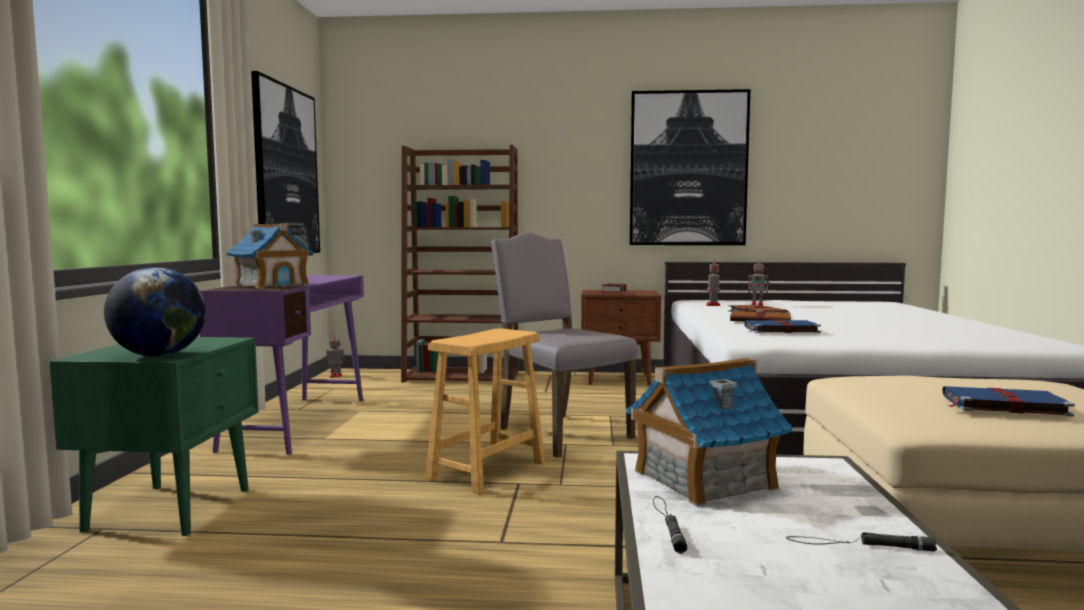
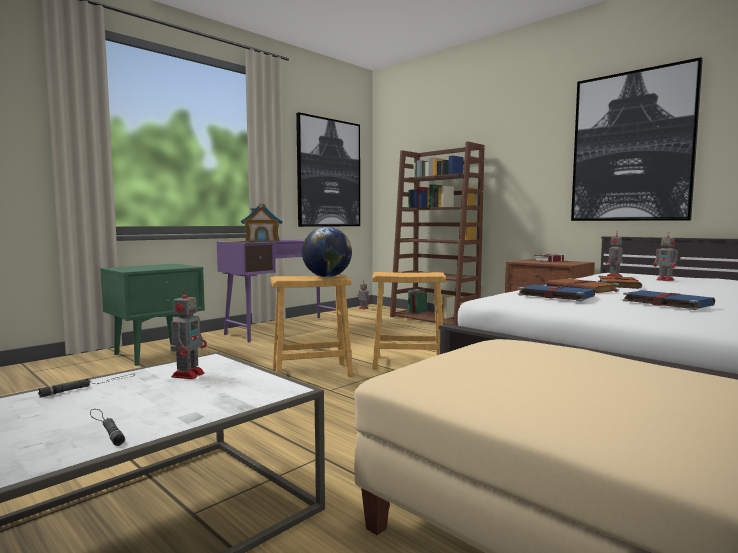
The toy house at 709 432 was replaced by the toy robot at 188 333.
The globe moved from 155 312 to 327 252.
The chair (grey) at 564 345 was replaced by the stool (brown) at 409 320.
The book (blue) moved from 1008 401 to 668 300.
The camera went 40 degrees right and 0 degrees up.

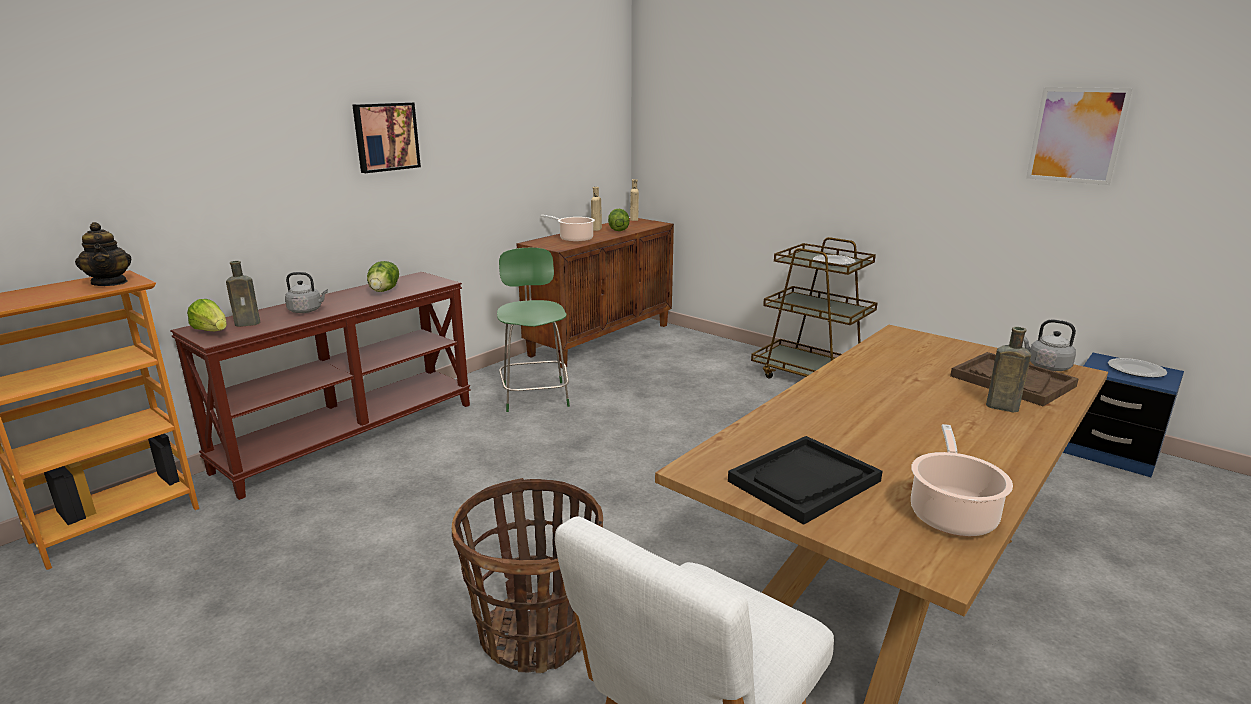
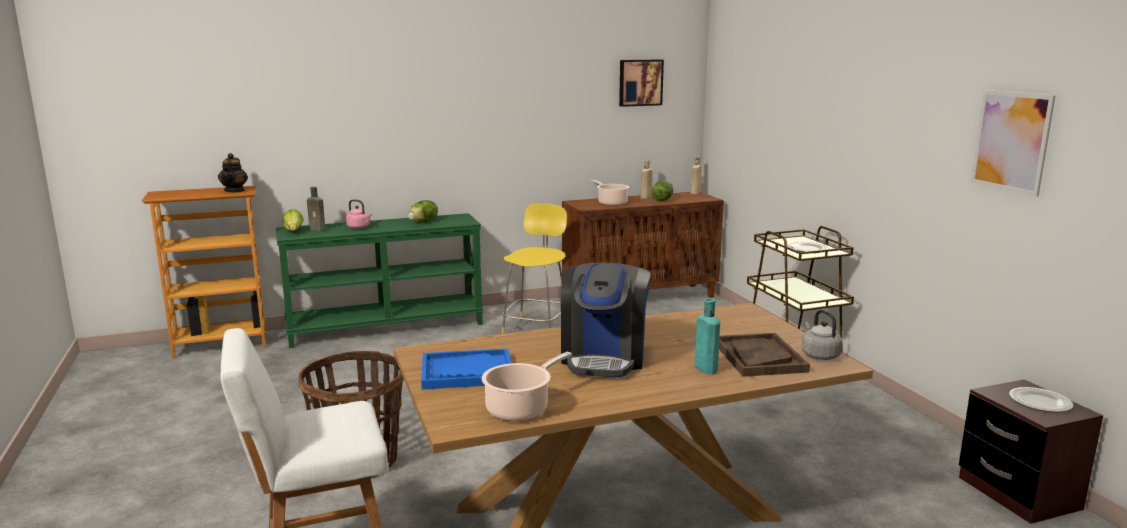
The console table (brown) at 320 386 became the console table (green) at 380 280.
The kettle (grey) at 306 292 became the kettle (pink) at 359 214.
The tray (black) at 805 480 became the tray (blue) at 466 369.
The chair (green) at 533 330 became the chair (yellow) at 534 268.
The coffee machine at 605 320 appeared.
The picture moved from 386 137 to 641 83.
The bottle (brown) at 1008 369 became the bottle (turquoise) at 707 336.
The nightstand (blue) at 1123 415 became the nightstand (brown) at 1031 451.
The camera went 30 degrees right and 5 degrees down.

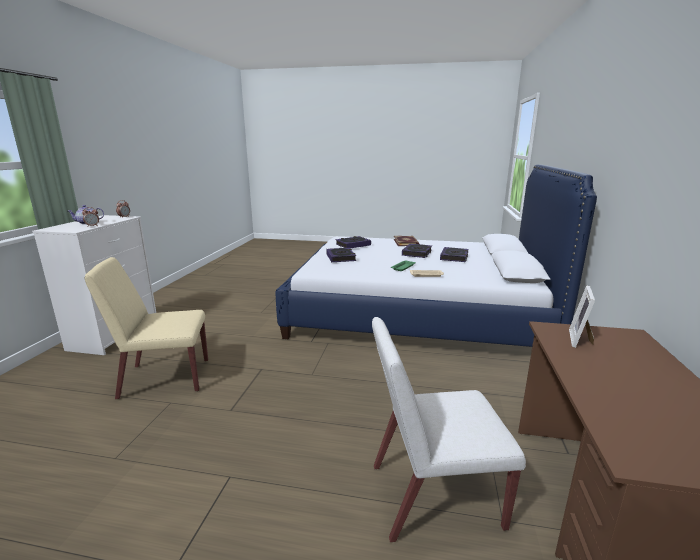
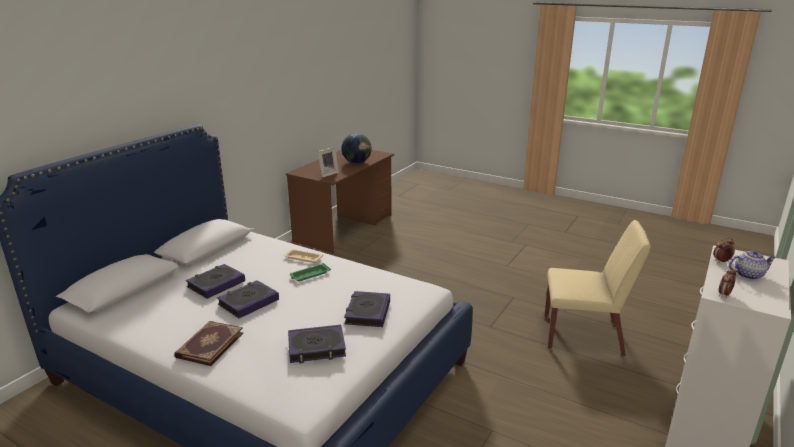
The globe at 357 148 appeared.
The chair (white) at 449 429 disappeared.
The camera went 160 degrees left and 5 degrees up.

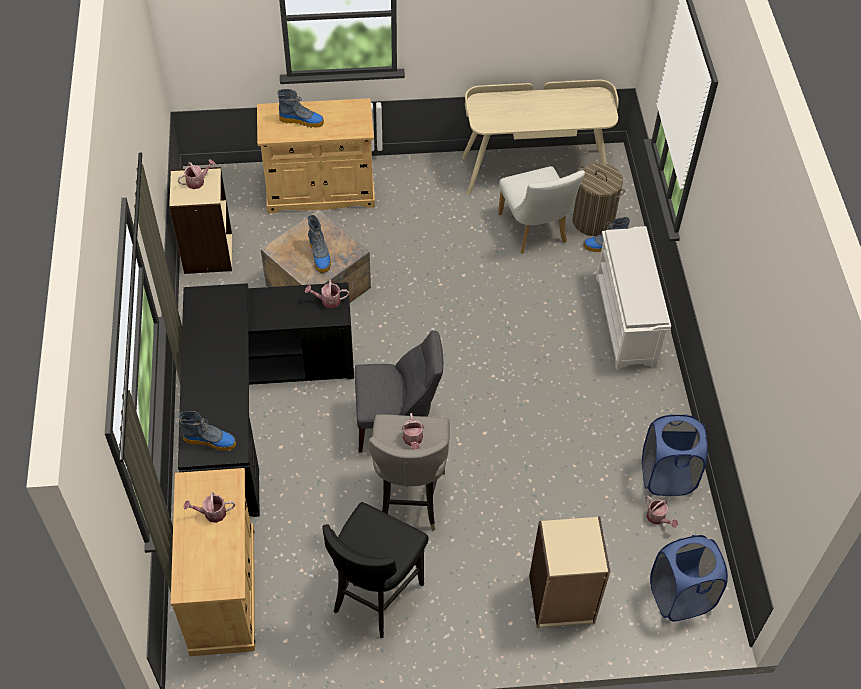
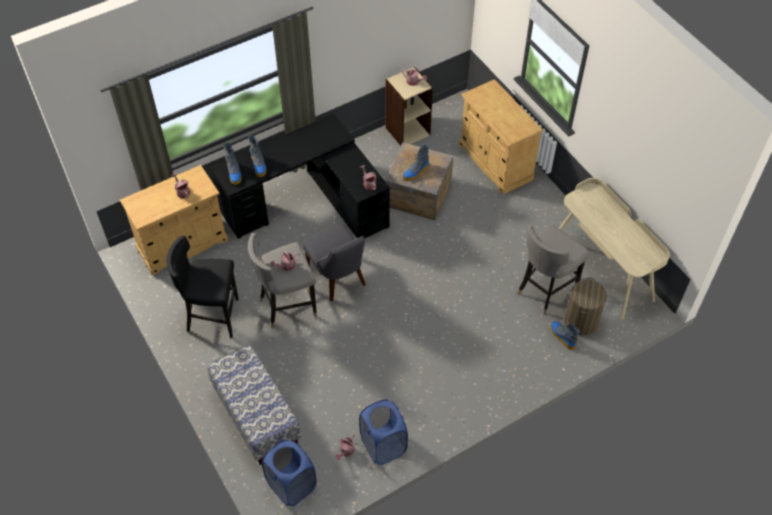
The bookcase (beige) at 569 572 was replaced by the bench at 254 404.
The boot moved from 300 108 to 257 156.
The chair (white) at 541 210 was replaced by the stool (grey) at 553 269.
The shoe rack (white) at 633 298 disappeared.
The camera went 65 degrees right and 0 degrees up.

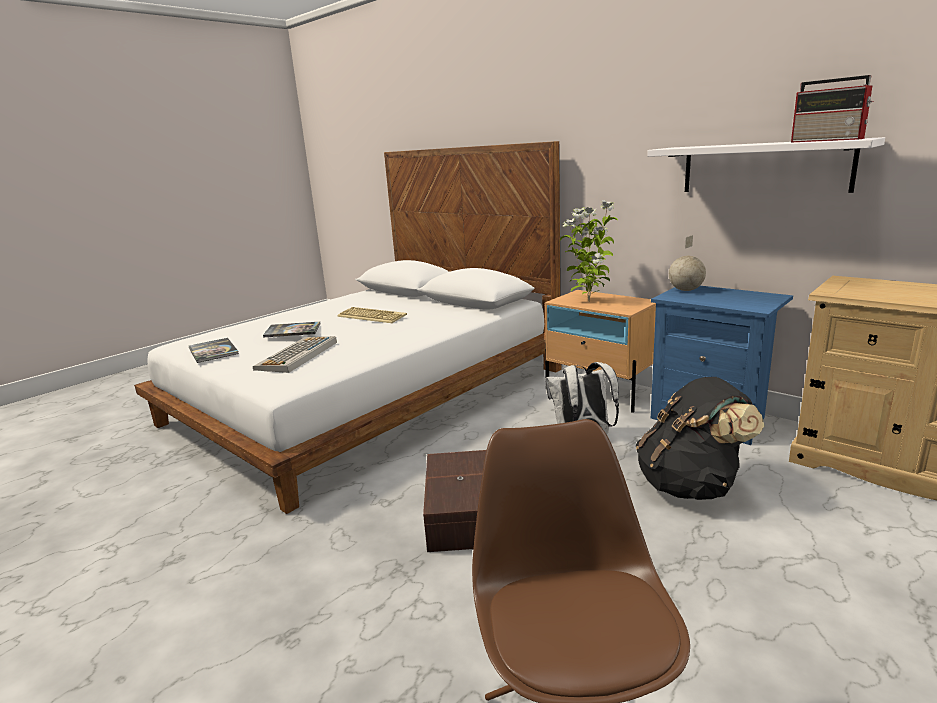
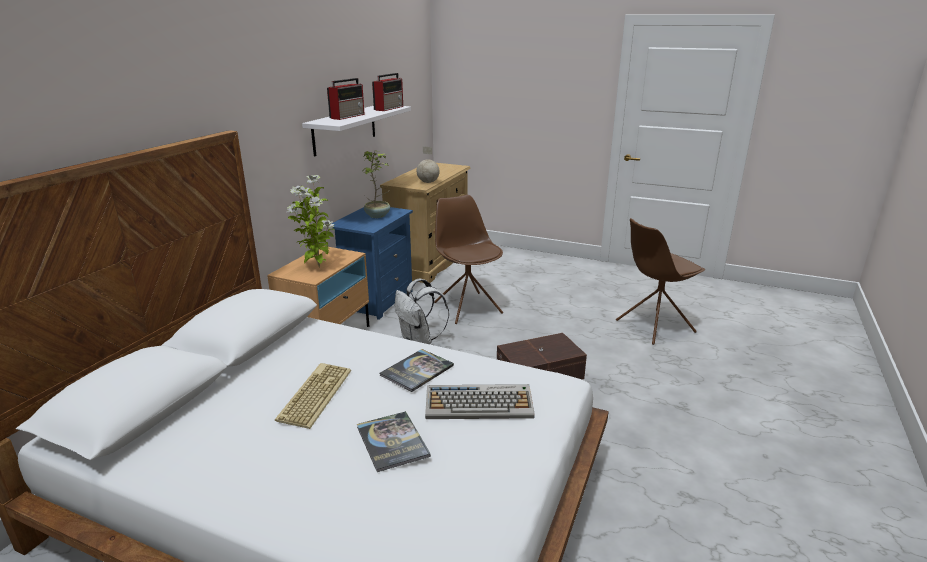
The radio at 346 99 appeared.
The potted plant at 376 184 appeared.
The book moved from 214 350 to 417 370.
The globe moved from 687 263 to 428 164.
The backpack (black) at 700 438 was replaced by the chair (brown) at 468 259.
The camera went 110 degrees left and 5 degrees up.

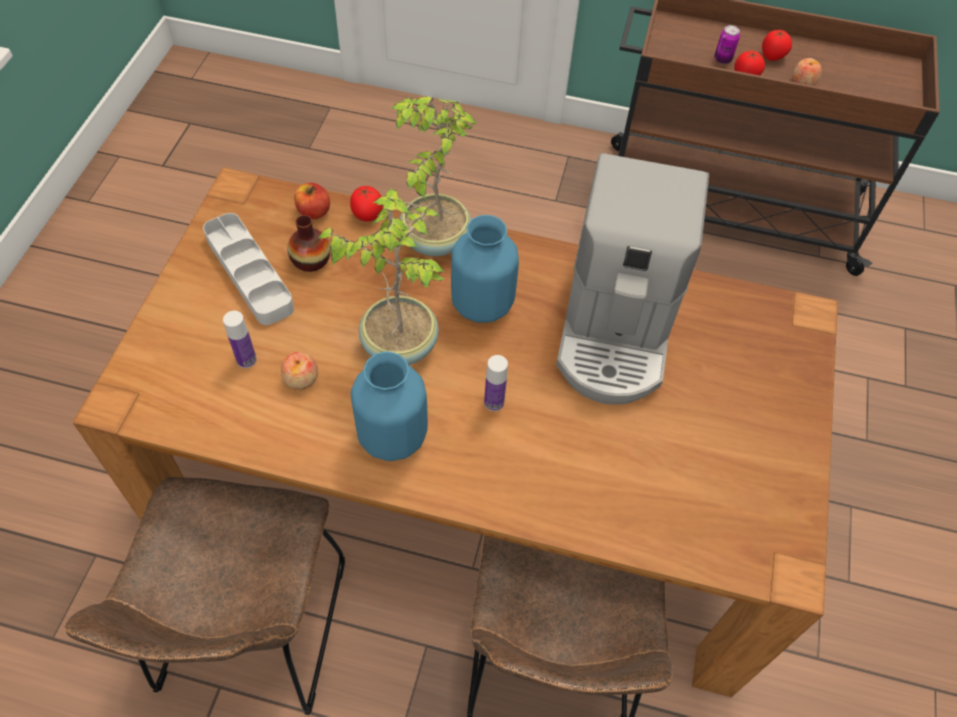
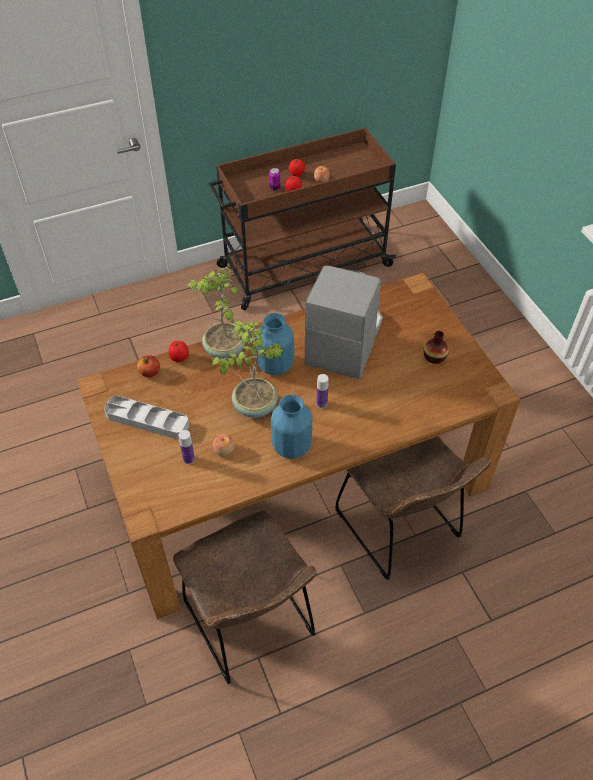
The coffee machine at 632 278 turned 135 degrees counterclockwise.
The vase moved from 308 243 to 436 347.
The camera went 35 degrees left and 5 degrees down.

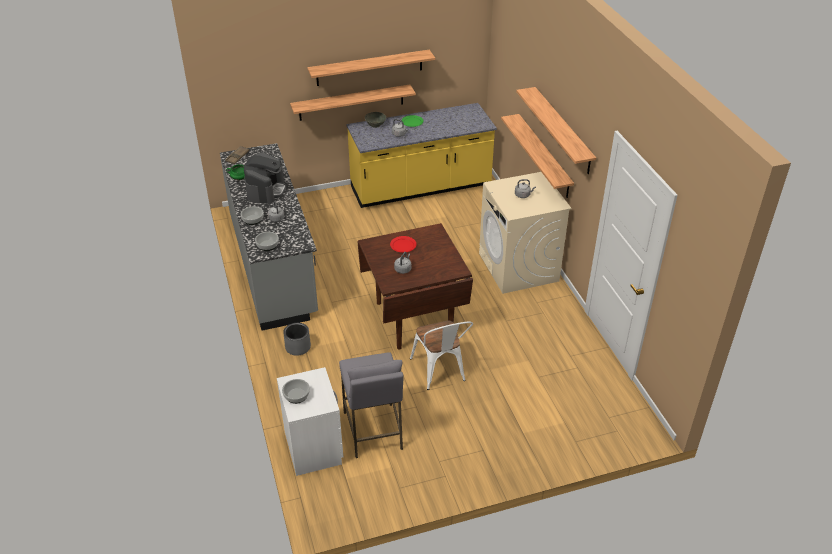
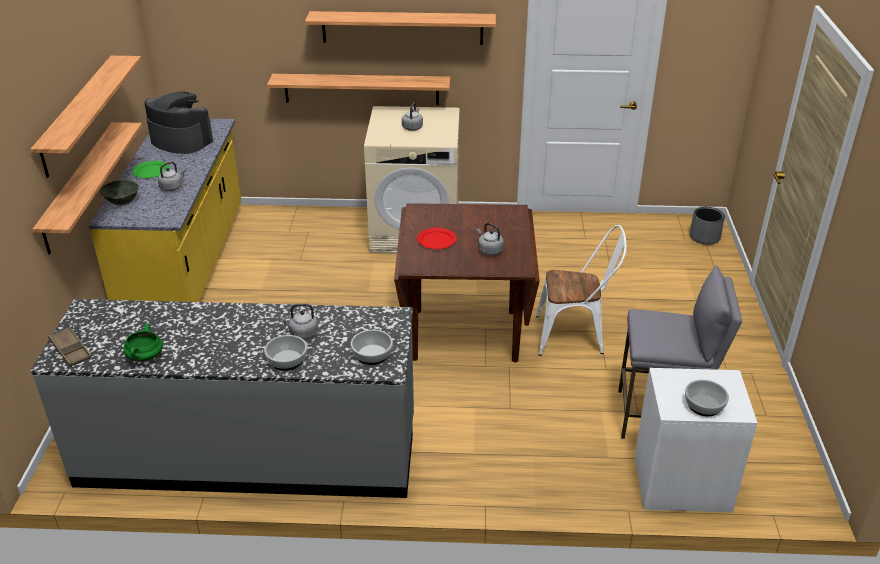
The coffee machine moved from 265 178 to 178 122.
The planter (grey) moved from 297 339 to 707 226.
The camera went 70 degrees left and 5 degrees down.

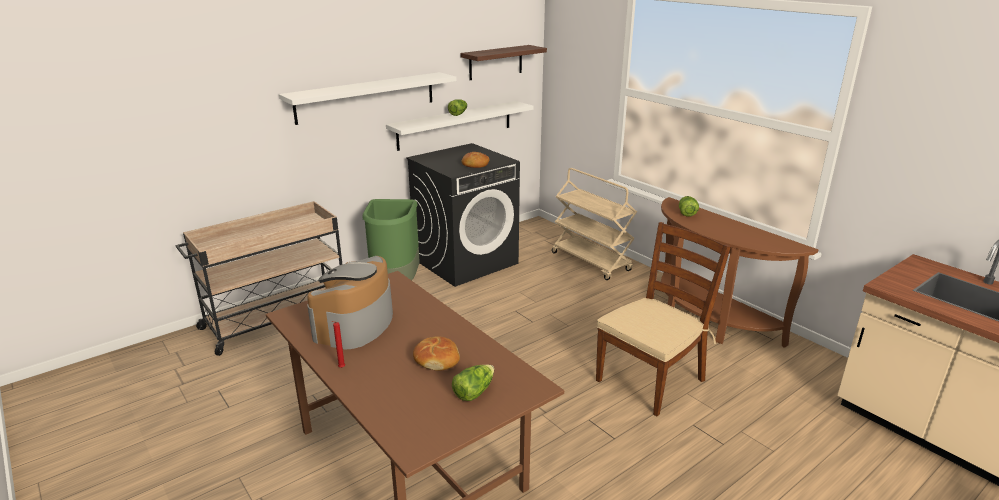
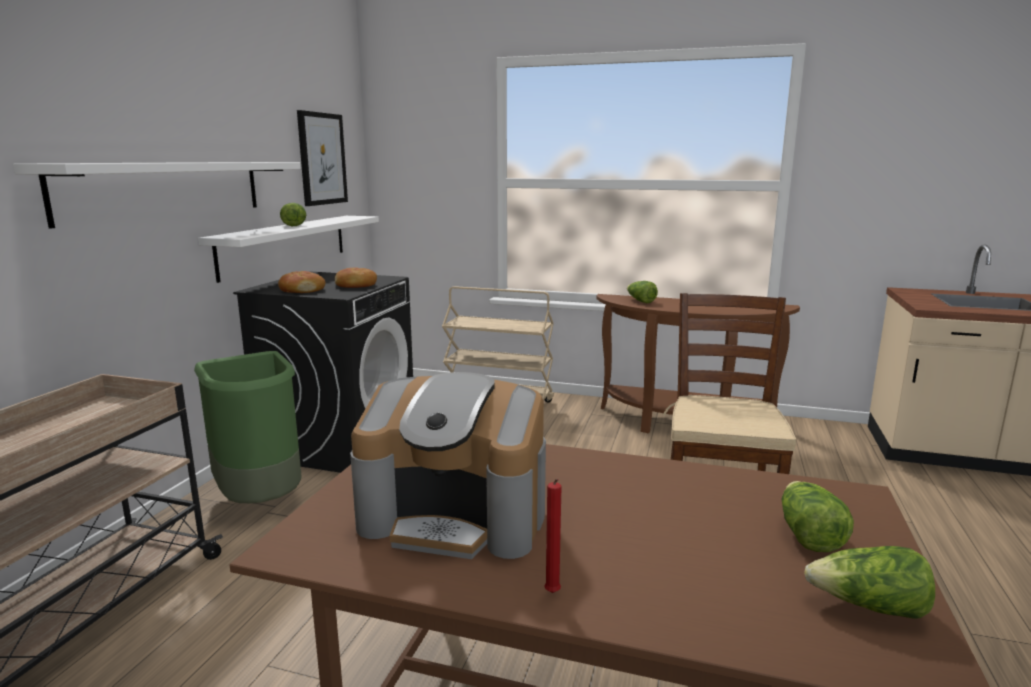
The bread moved from 436 353 to 301 282.
The shelf at 504 62 was replaced by the picture at 322 158.
The coffee machine at 350 302 turned 60 degrees counterclockwise.
The lettuce at 869 582 appeared.
The camera went 35 degrees left and 10 degrees down.

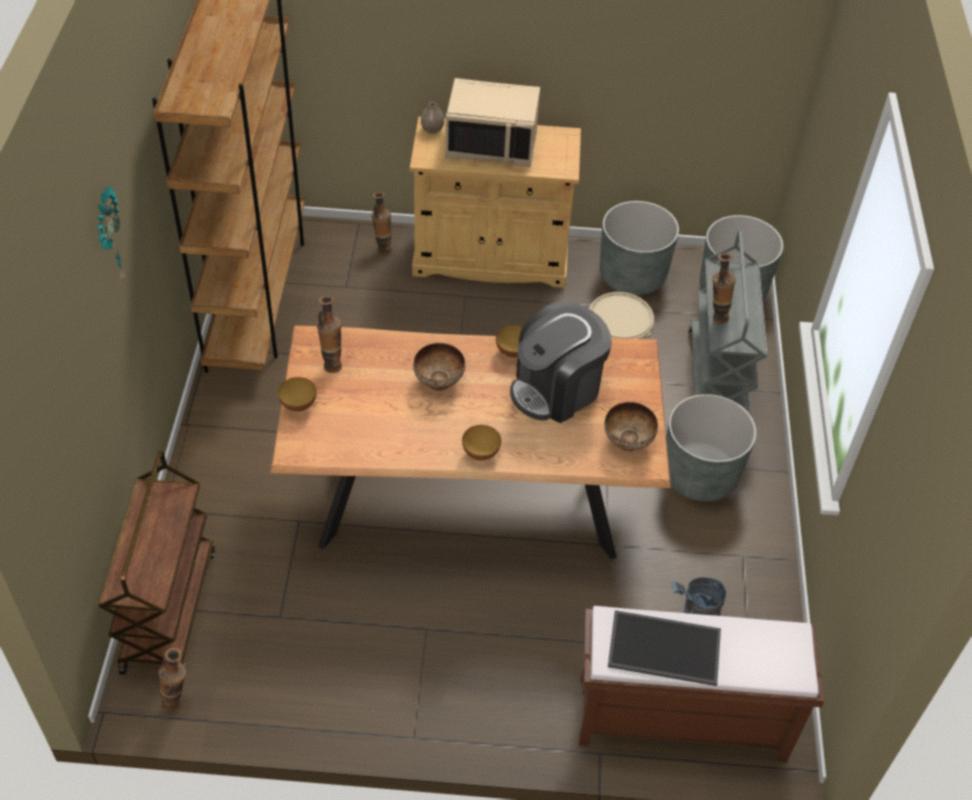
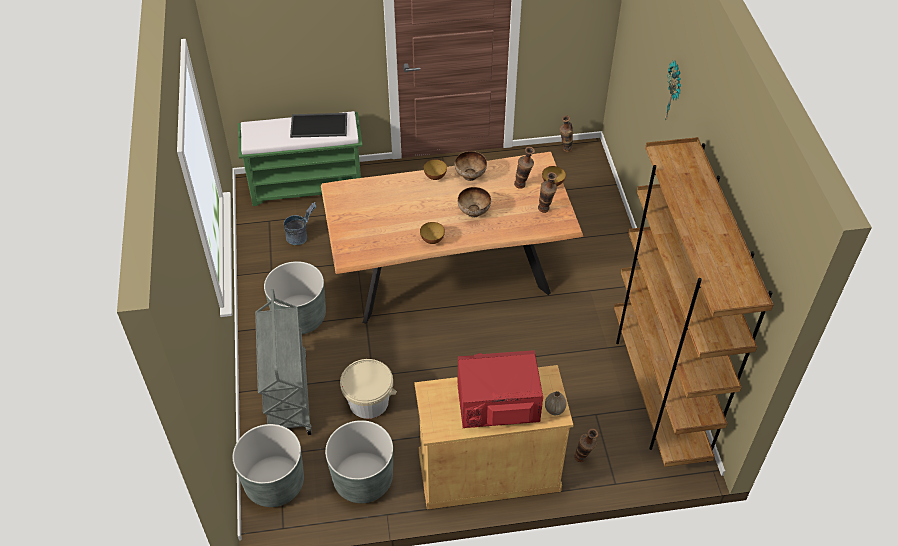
The bench (brown) at 701 684 became the bench (green) at 300 158.
The bowl moved from 631 426 to 471 166.
The microwave (beige) at 492 122 became the microwave (red) at 500 389.
The vase moved from 724 288 to 524 168.
The cart (brown) at 156 563 disappeared.
The coffee machine at 561 362 disappeared.
The camera went 170 degrees right and 0 degrees up.

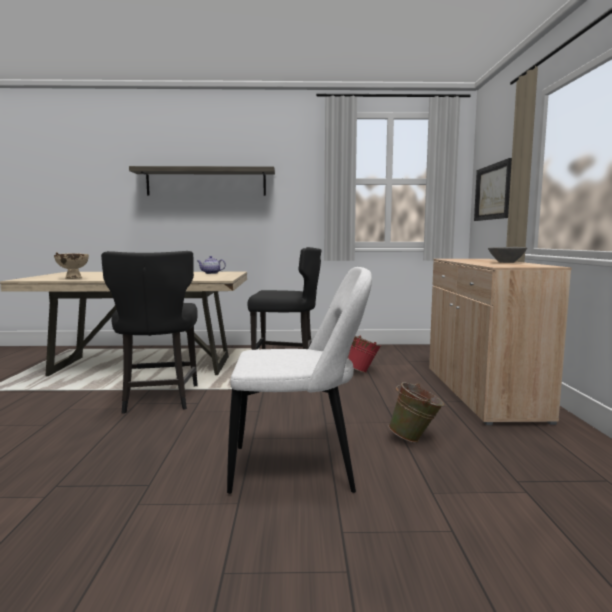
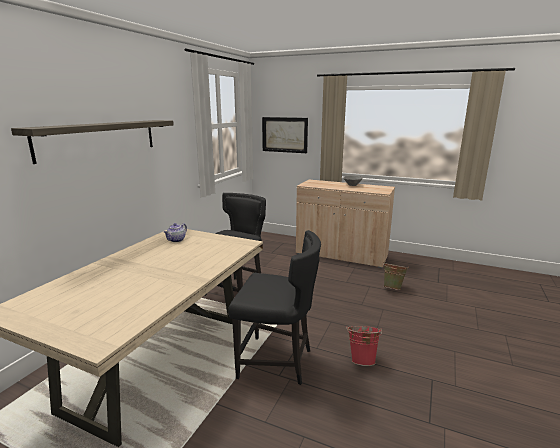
The bucket (red) moved from 364 354 to 364 346.
The bowl (beige) at 71 265 disappeared.
The chair (white) at 299 380 disappeared.
The camera went 65 degrees left and 10 degrees up.

